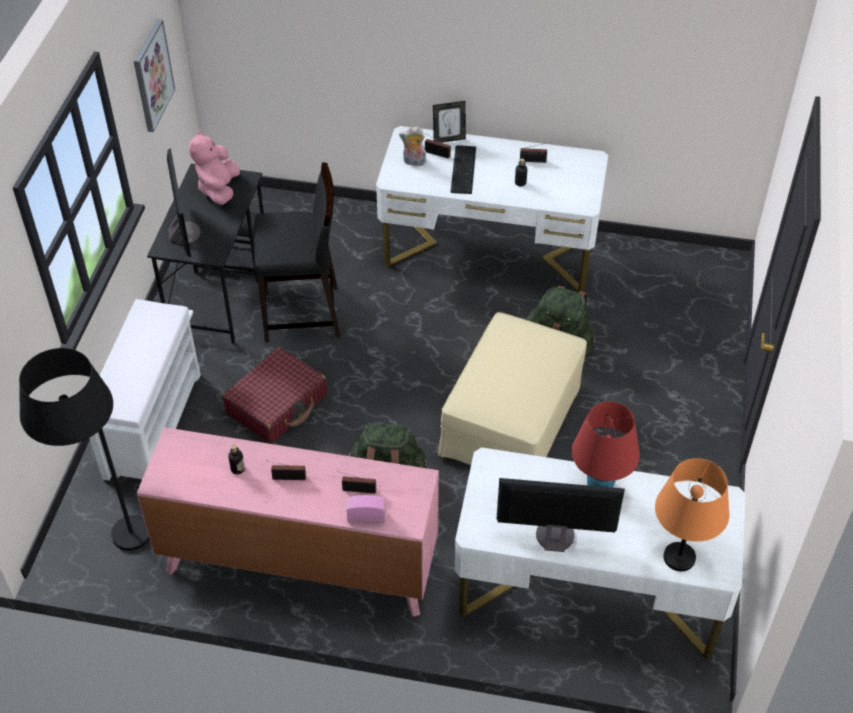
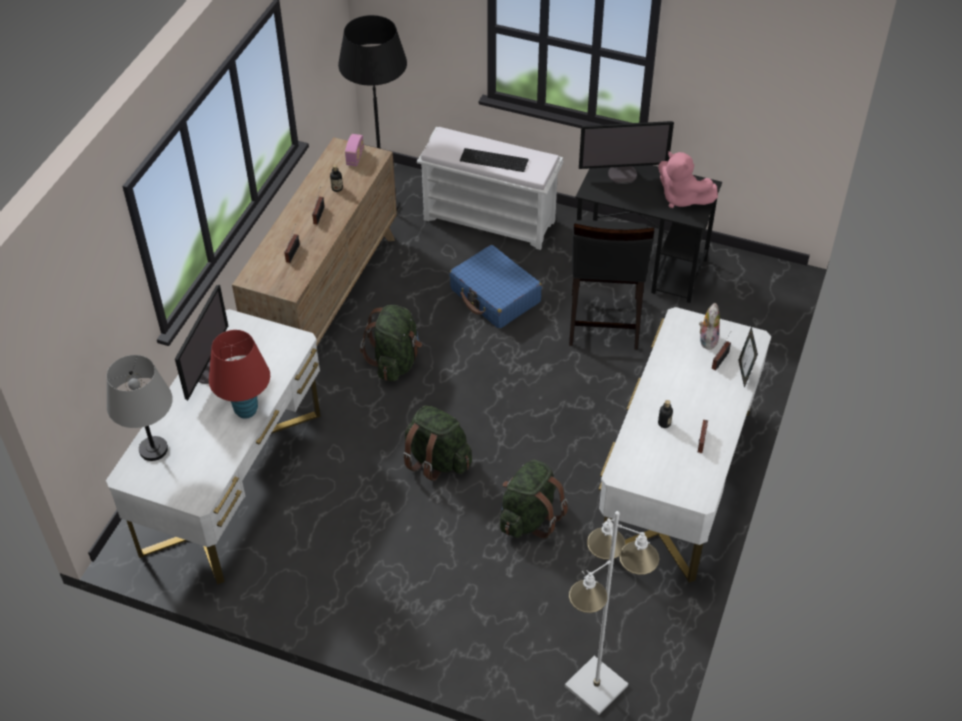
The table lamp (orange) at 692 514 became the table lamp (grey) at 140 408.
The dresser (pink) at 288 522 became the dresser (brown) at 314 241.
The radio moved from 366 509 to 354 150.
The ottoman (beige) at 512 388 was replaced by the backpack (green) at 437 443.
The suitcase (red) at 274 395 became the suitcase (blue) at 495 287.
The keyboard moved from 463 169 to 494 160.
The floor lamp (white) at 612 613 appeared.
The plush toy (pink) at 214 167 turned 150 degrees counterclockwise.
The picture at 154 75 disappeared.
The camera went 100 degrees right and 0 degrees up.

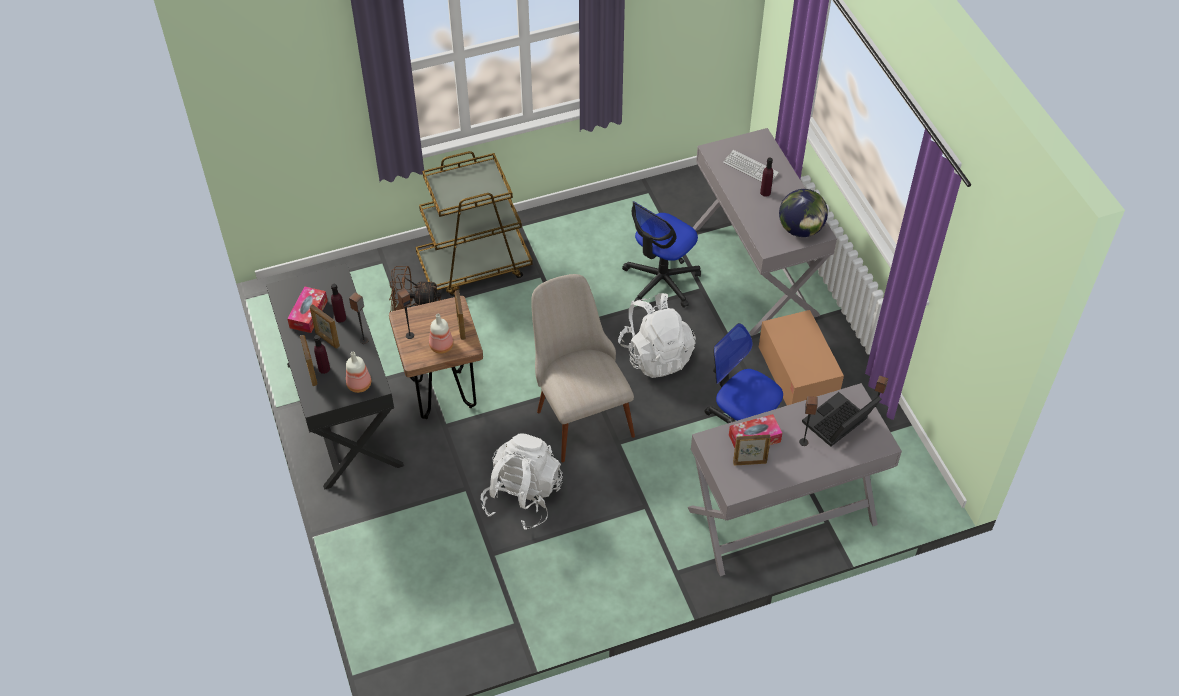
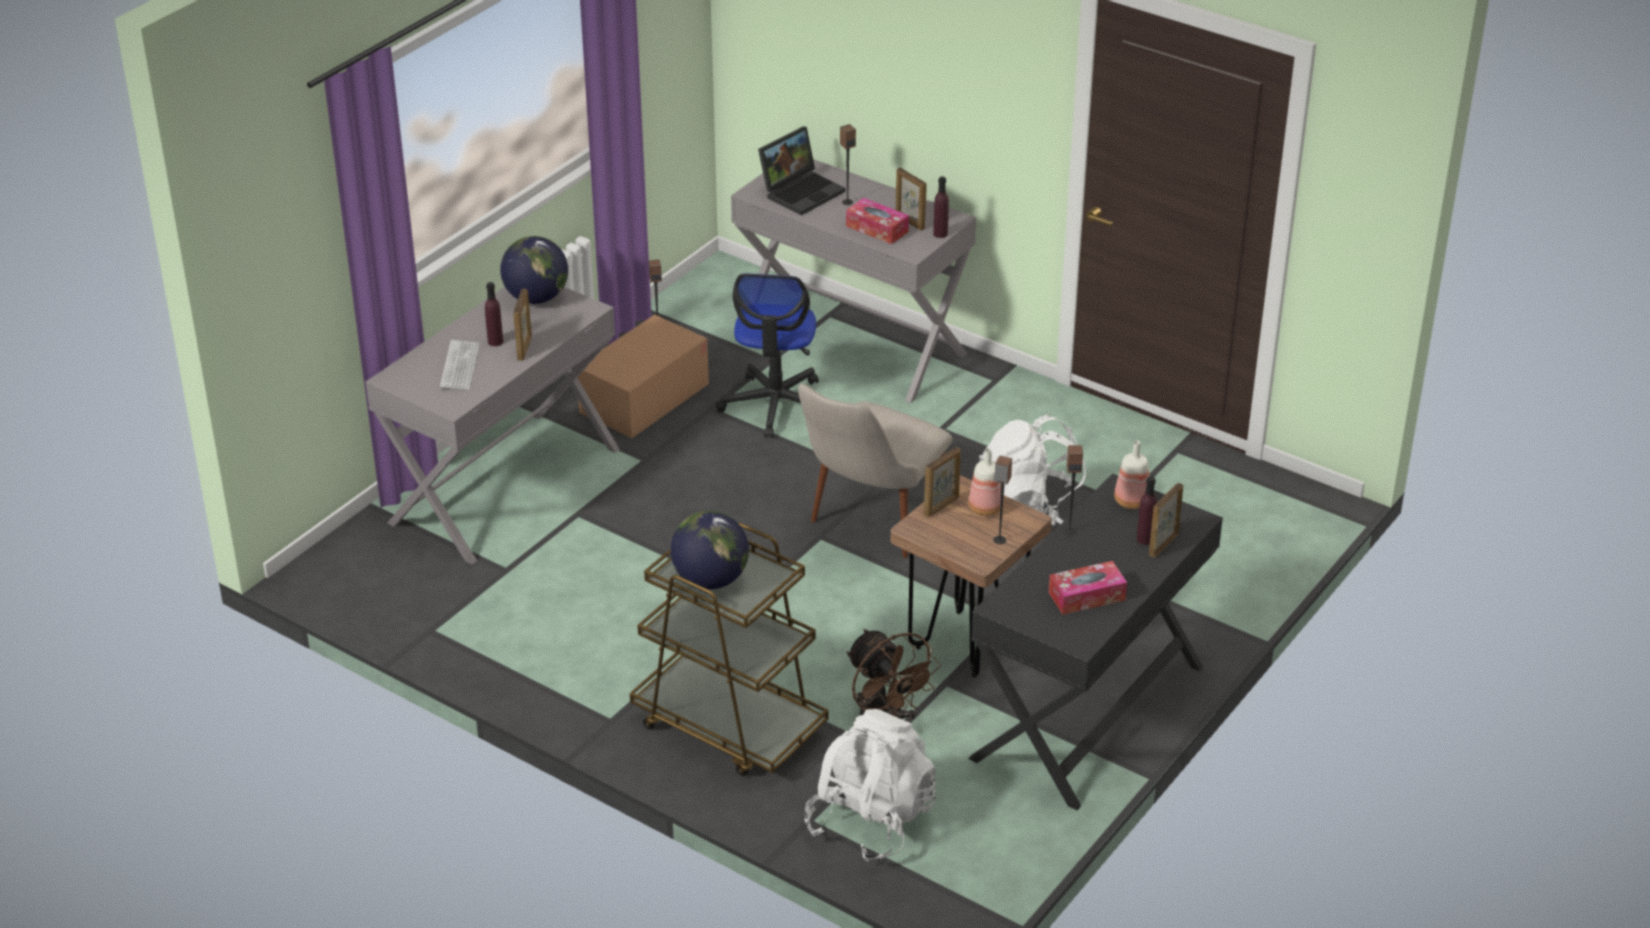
The picture frame moved from 325 326 to 522 325.
The globe at 709 550 appeared.
The laptop at 841 419 turned 60 degrees counterclockwise.
The backpack (white) moved from 657 335 to 870 785.
The bottle (purple) moved from 338 303 to 941 207.
The office chair at 661 254 disappeared.
The camera went 125 degrees left and 15 degrees down.

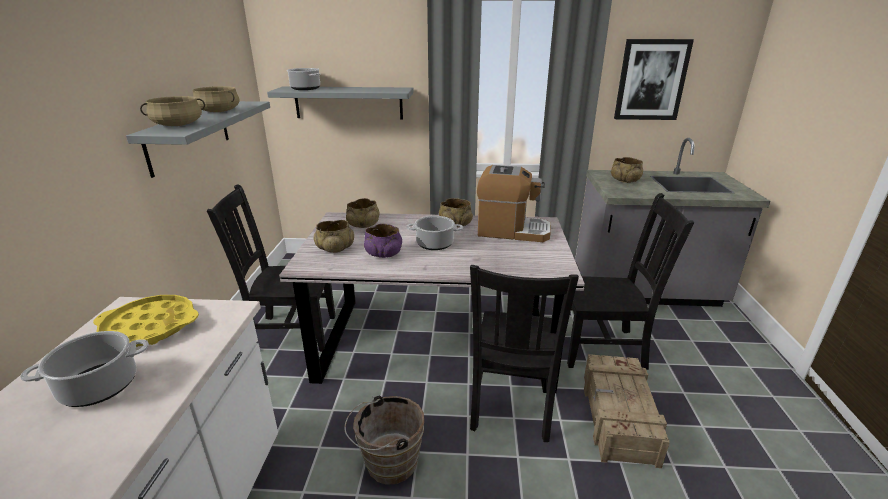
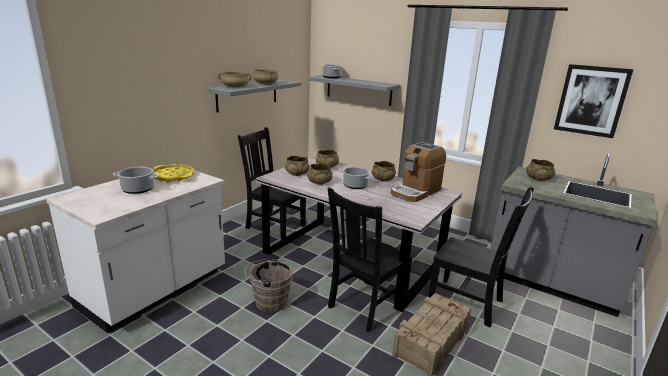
The bowl (purple) at 383 241 became the bowl (beige) at 320 174.
The coffee machine at 514 203 turned 90 degrees clockwise.
The camera went 30 degrees right and 5 degrees down.

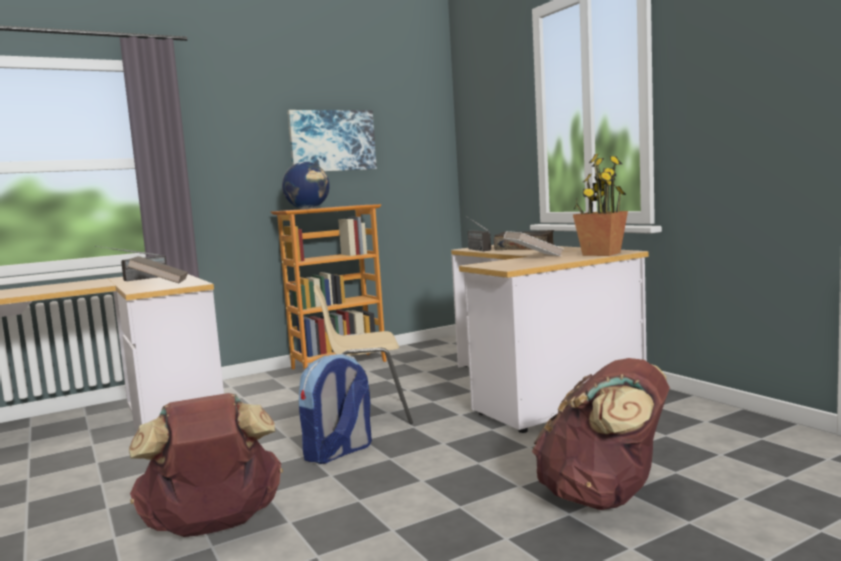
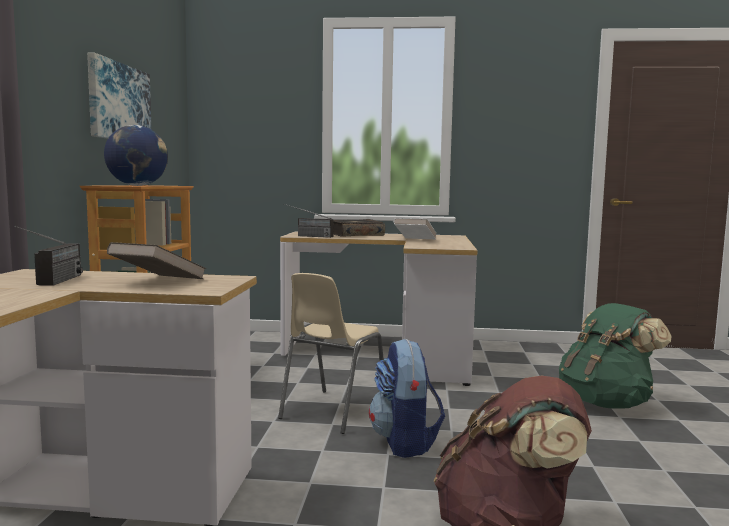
The backpack (brown) at 601 434 became the backpack (green) at 615 356.
The potted plant at 600 205 disappeared.
The camera went 55 degrees left and 0 degrees up.

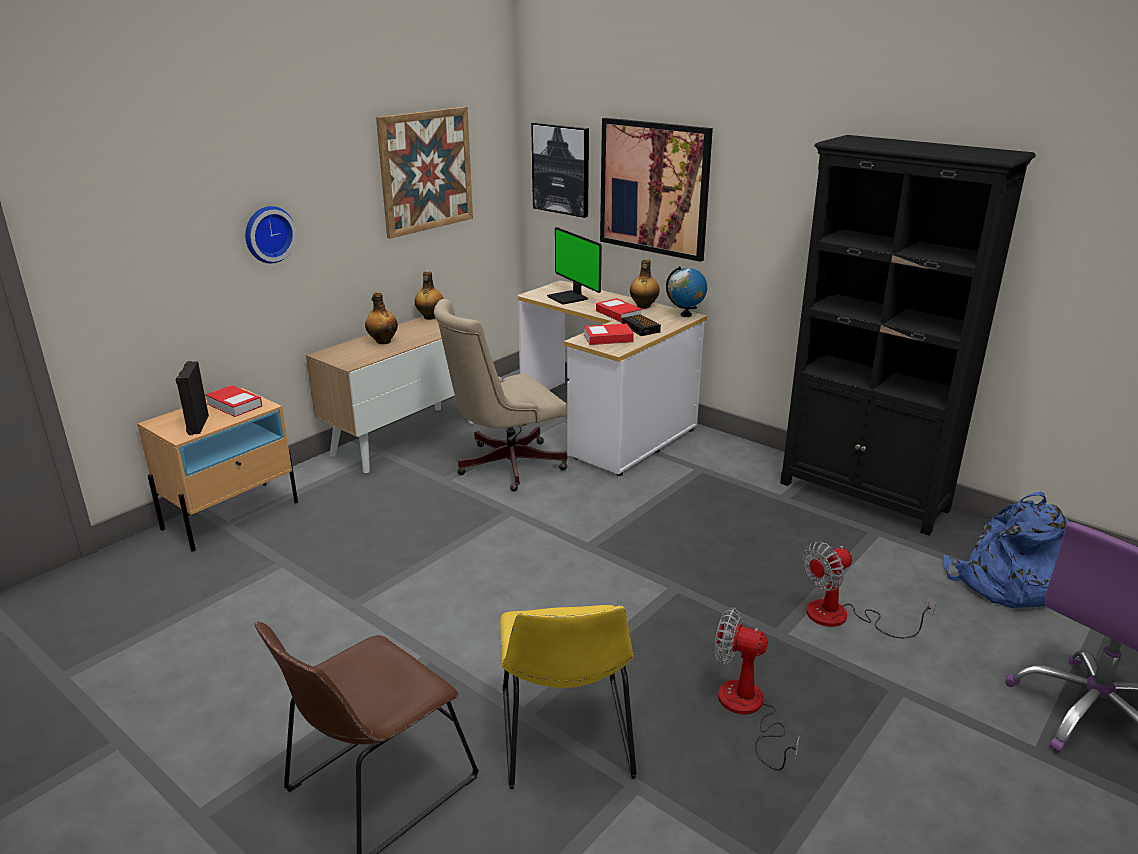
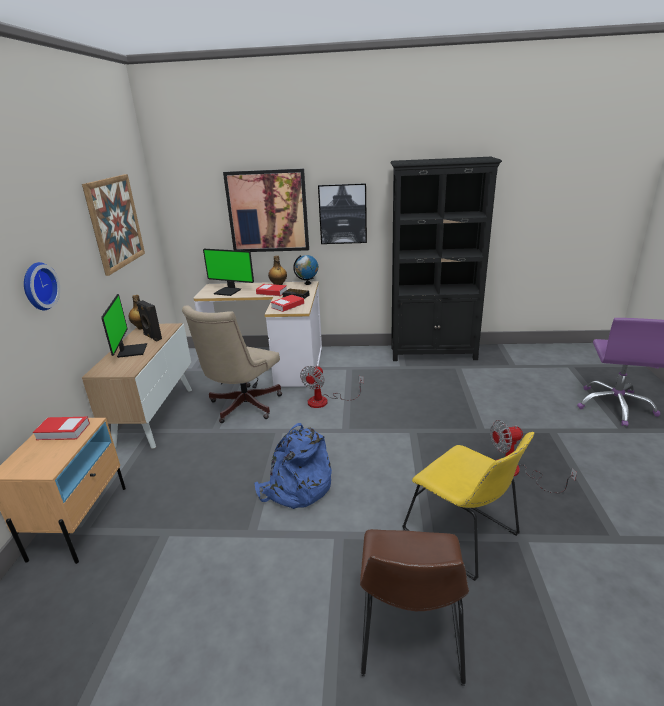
The bottle at 381 318 was replaced by the monitor at 124 326.
The speaker (black) moved from 192 398 to 149 320.
The backpack (blue) moved from 1006 550 to 293 466.
The fan moved from 869 589 to 332 386.
The picture moved from 560 170 to 342 213.
The camera went 35 degrees left and 0 degrees up.

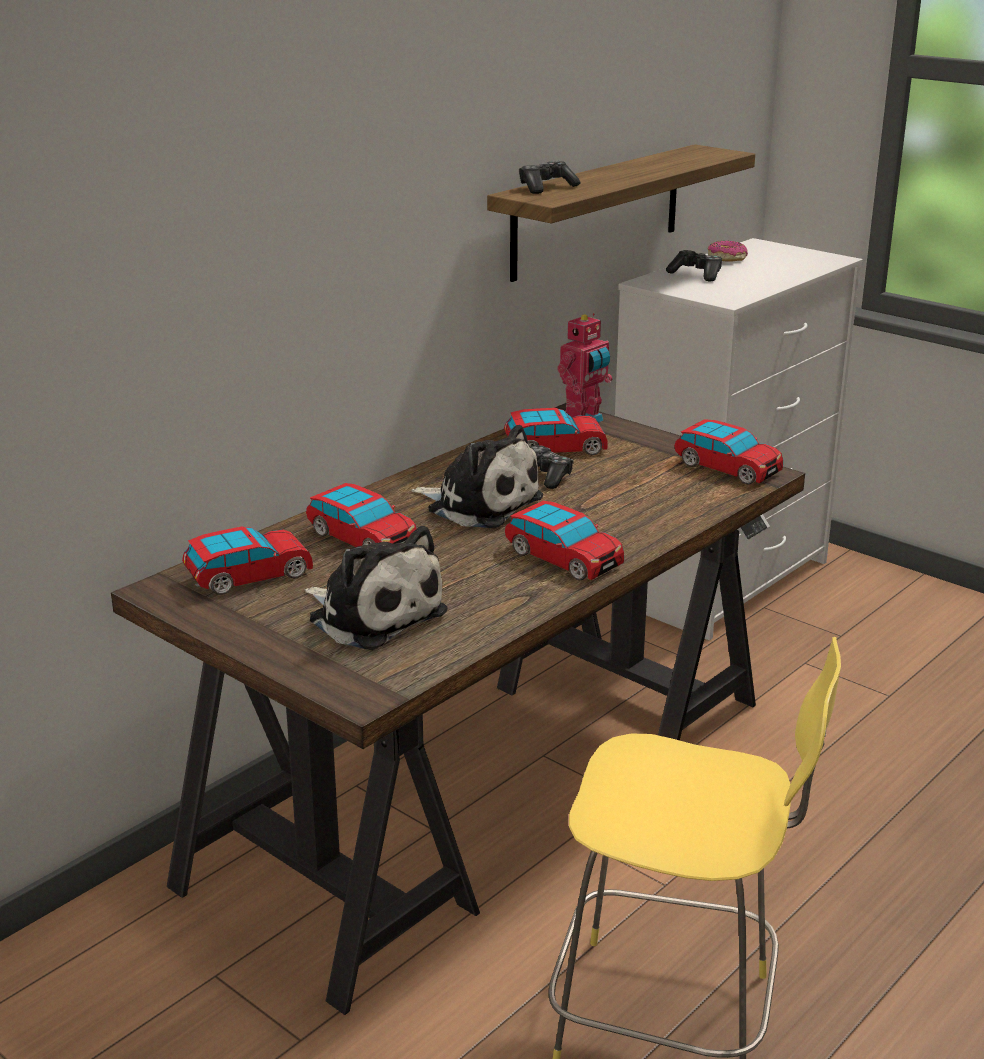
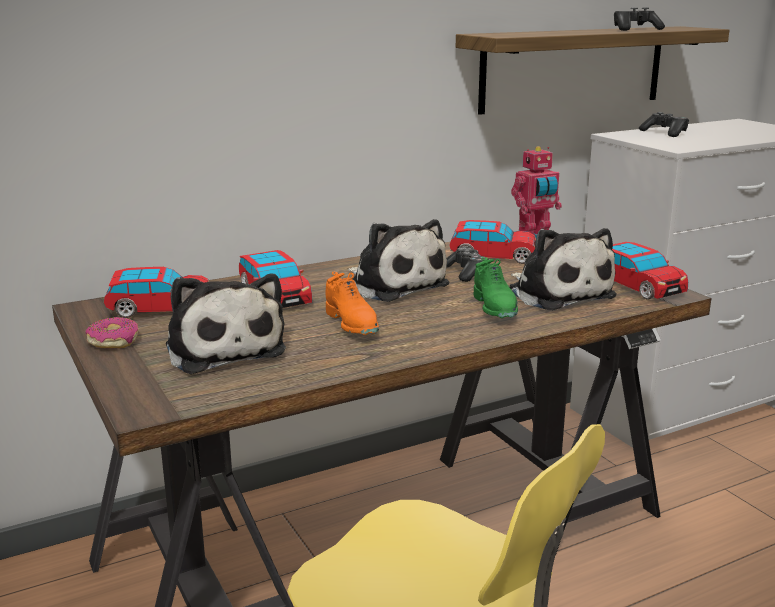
The donut moved from 728 251 to 112 332.
The shoe (orange) at 352 303 appeared.
The shoe (green) at 495 287 appeared.
The plush toy at 563 269 appeared.
The game controller moved from 549 177 to 639 19.
The toy car at 564 540 disappeared.
The camera went 20 degrees right and 5 degrees down.

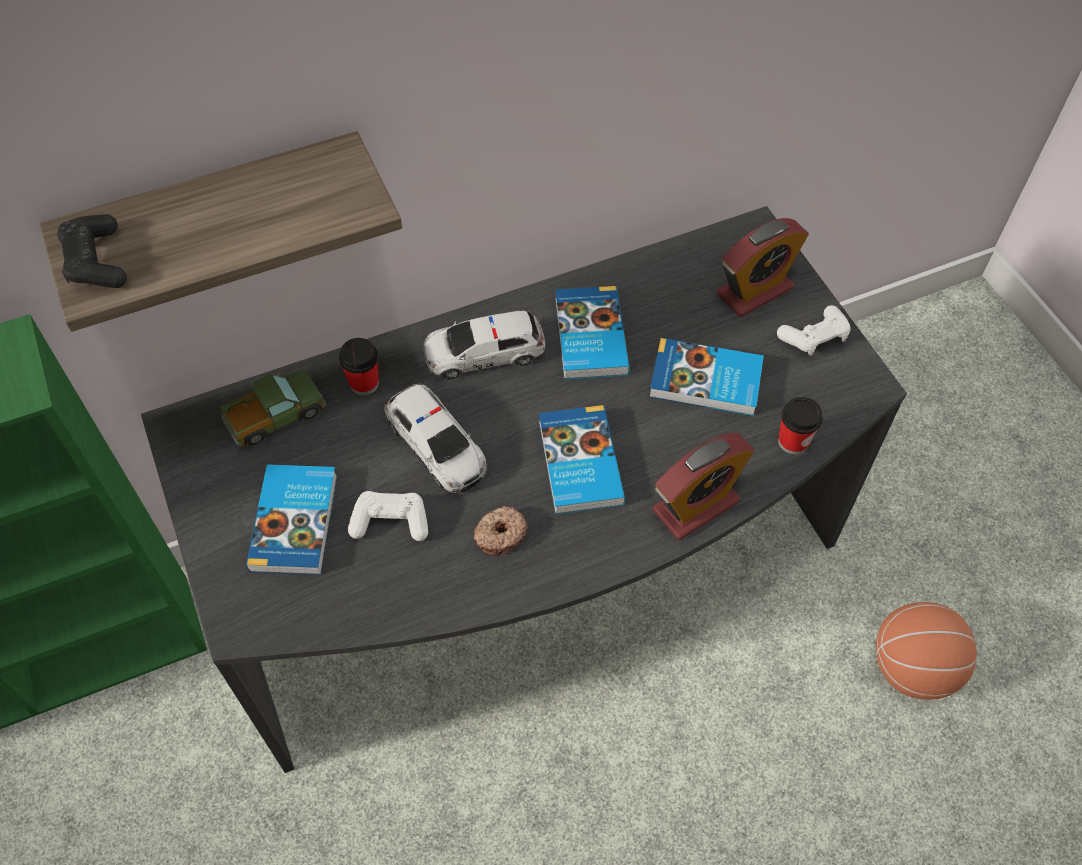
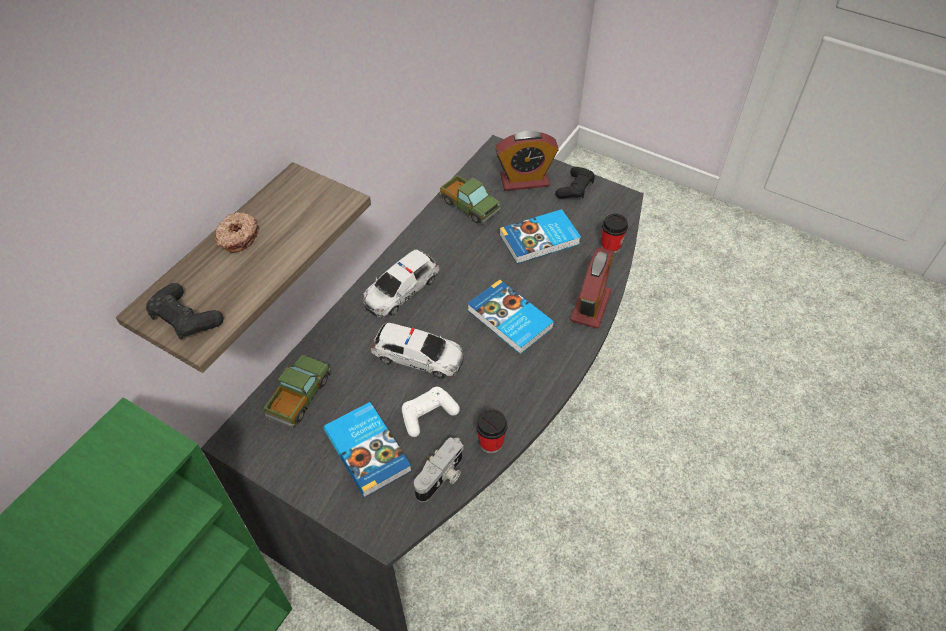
The donut moved from 501 530 to 236 232.
The photo camera at 439 469 appeared.
The toy truck at 470 199 appeared.
The cup moved from 359 366 to 492 431.
The alarm clock at 763 267 turned 60 degrees clockwise.
The game controller (white) at 814 330 became the game controller (black) at 575 183.
The book at 592 333 disappeared.
The basketball at 926 651 disappeared.
The camera went 35 degrees left and 5 degrees down.

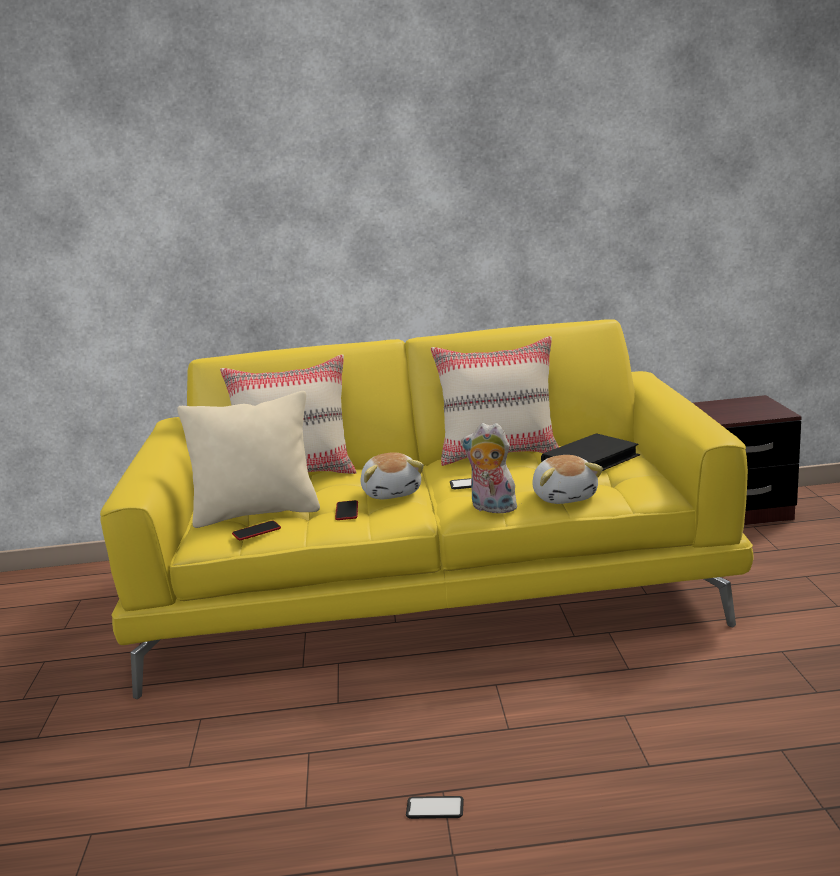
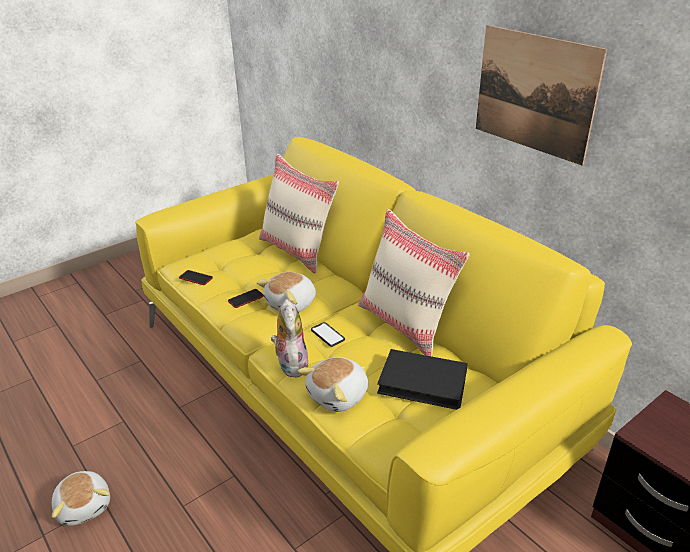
The phone at 435 807 was replaced by the plush toy at 81 498.
The picture at 541 95 appeared.
The pillow (beige) at 248 459 disappeared.
The camera went 55 degrees right and 15 degrees up.

